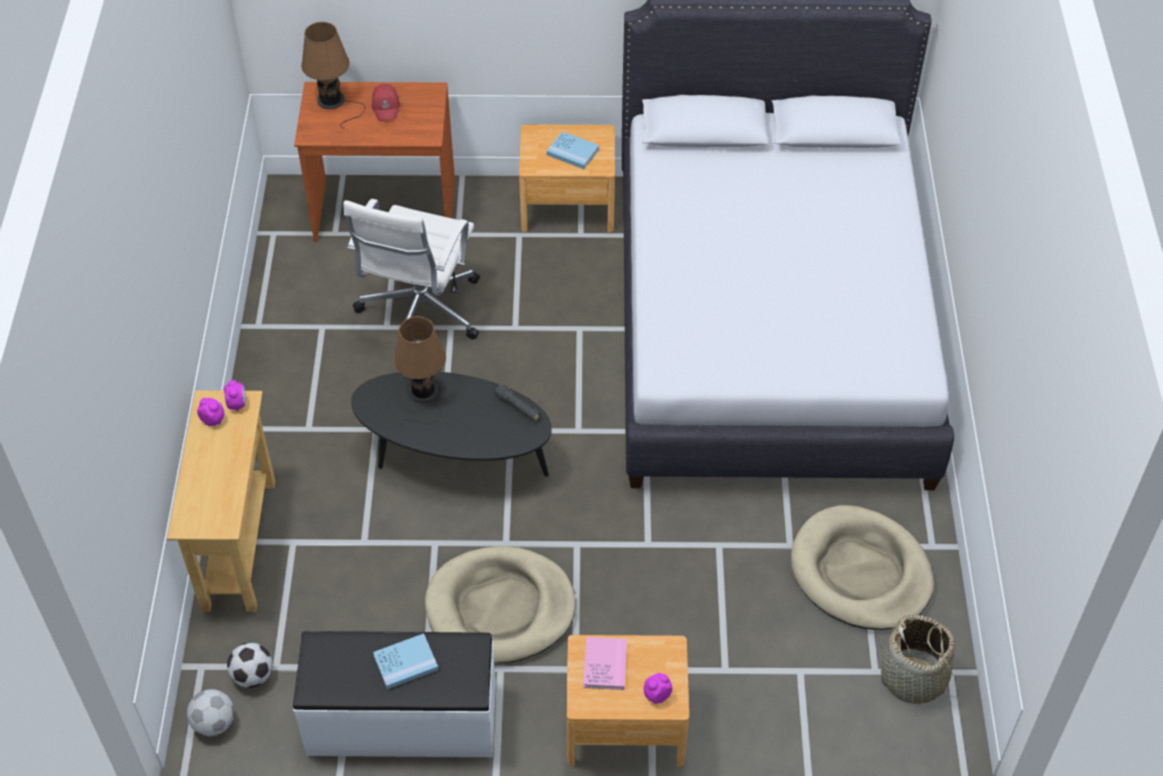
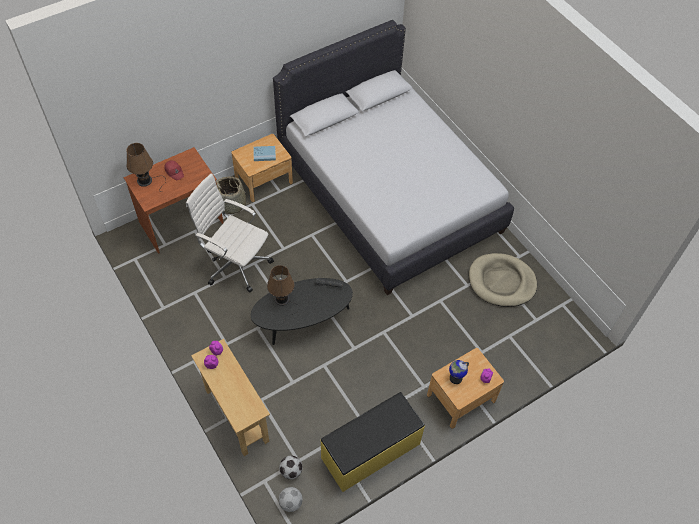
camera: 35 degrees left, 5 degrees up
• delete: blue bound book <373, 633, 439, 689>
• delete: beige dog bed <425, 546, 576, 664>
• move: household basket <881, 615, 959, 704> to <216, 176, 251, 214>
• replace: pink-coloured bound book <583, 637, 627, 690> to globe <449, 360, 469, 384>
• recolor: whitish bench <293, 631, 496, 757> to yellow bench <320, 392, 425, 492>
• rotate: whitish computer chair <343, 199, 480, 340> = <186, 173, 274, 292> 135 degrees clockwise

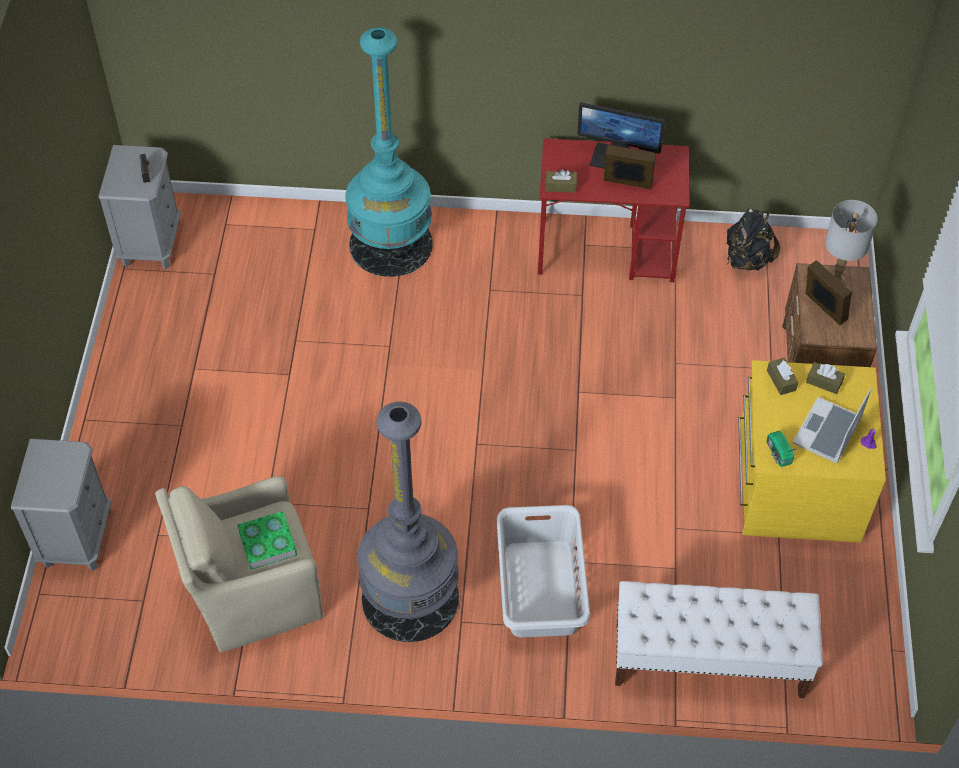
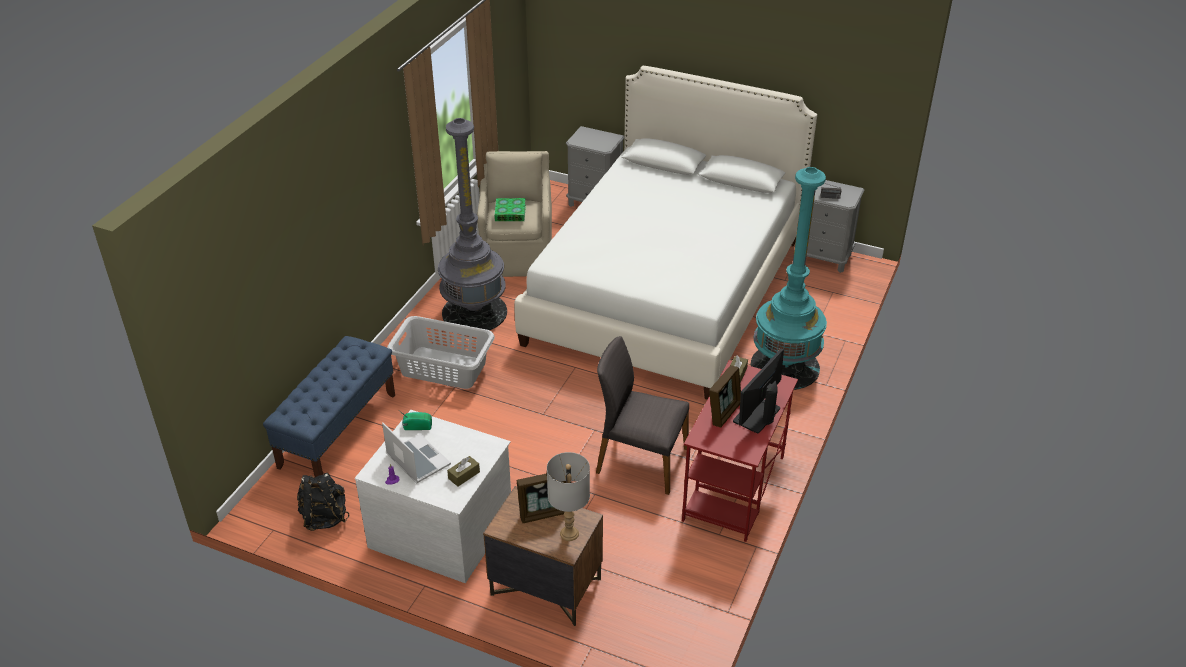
camera: 110 degrees right, 15 degrees down
• delete: brown tissue holder <767, 358, 798, 395>
• insert: whitish sleeping bed <514, 66, 817, 400>
• insert: grey chair <596, 336, 689, 495>
• move: blackish rucksack <727, 209, 780, 270> to <297, 473, 350, 531>
• recolor: whitish bench <615, 581, 823, 698> to blue bench <263, 336, 395, 477>
• recolor: yellow chest of drawers <738, 360, 886, 543> to whitish chest of drawers <355, 410, 511, 583>

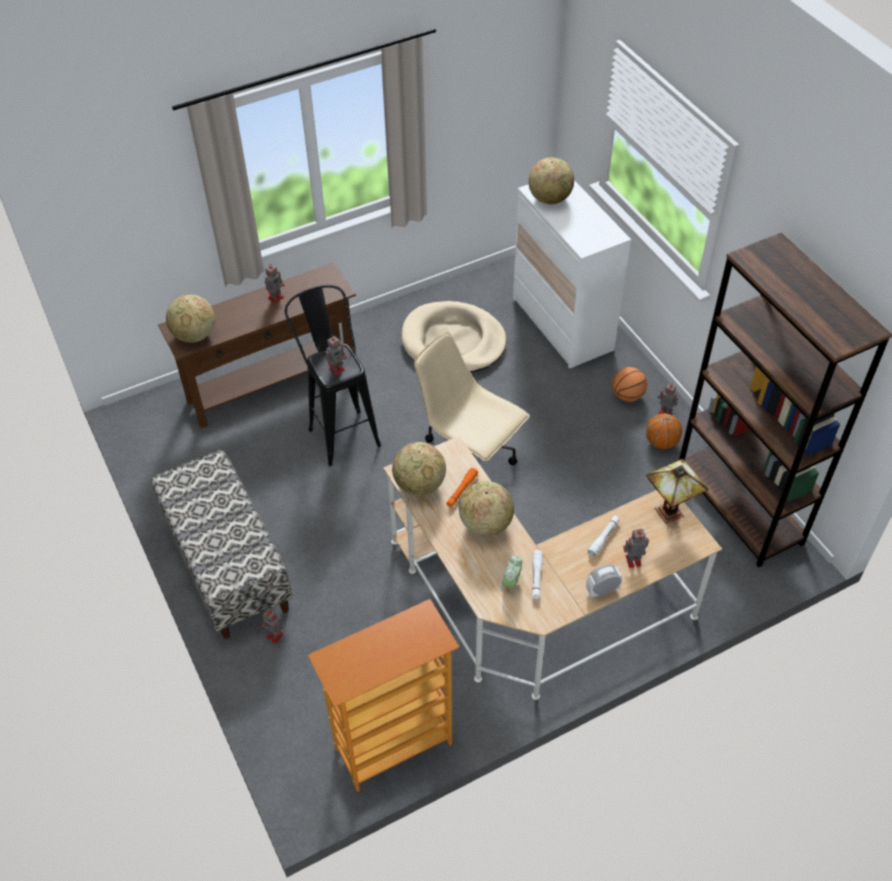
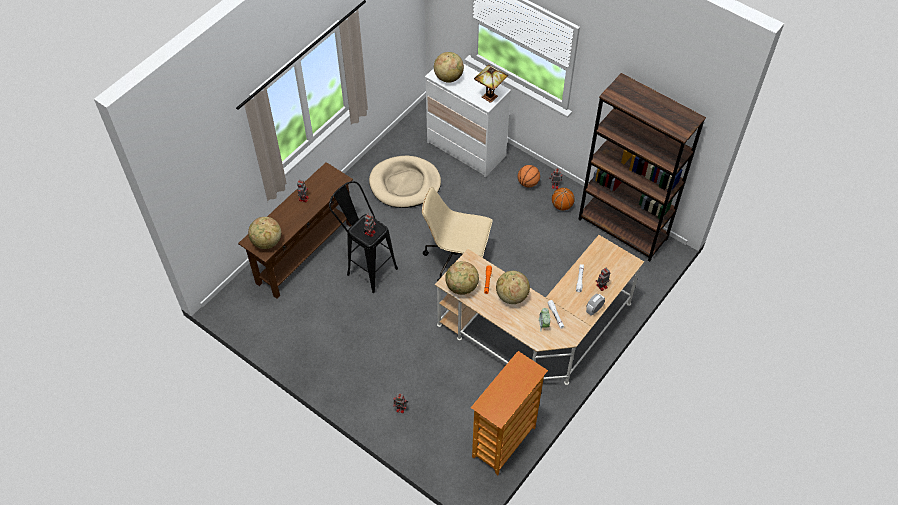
camera: 25 degrees left, 5 degrees up
• delete: bench <151, 450, 293, 639>
• move: lamp for a table <646, 459, 709, 524> to <474, 65, 508, 103>

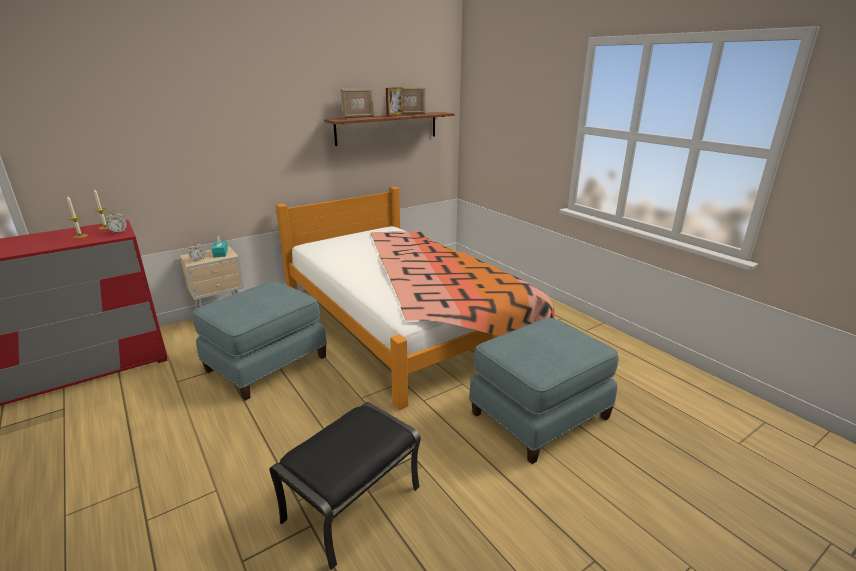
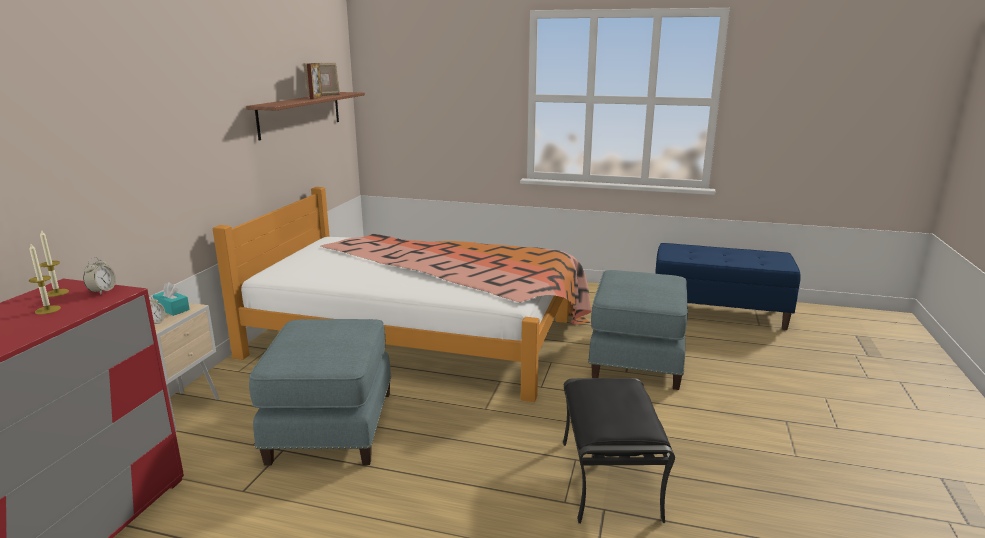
camera: 40 degrees left, 5 degrees down
• delete: picture frame <341, 88, 374, 119>
• insert: blue bench <655, 243, 801, 330>

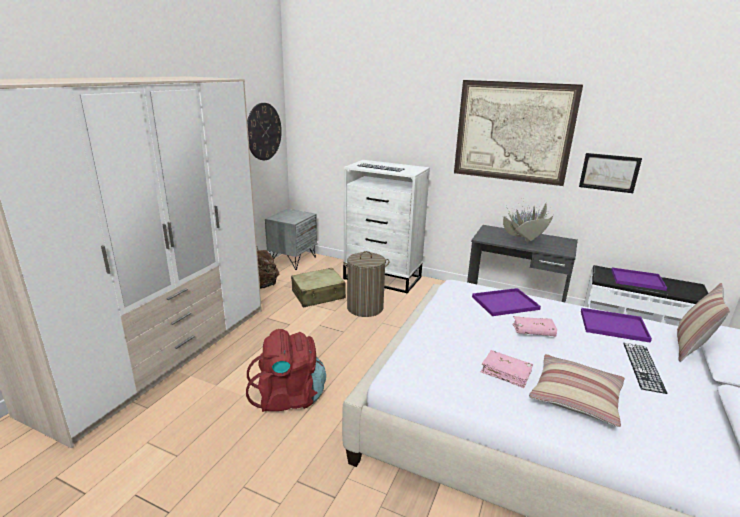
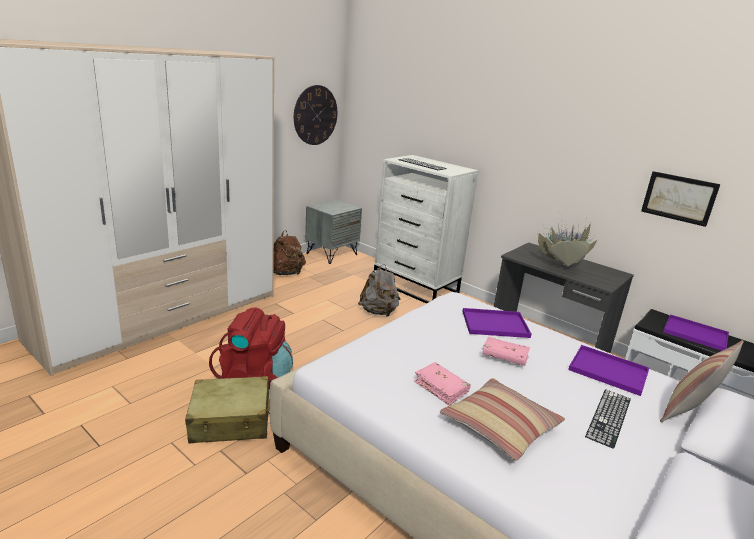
camera: 15 degrees right, 0 degrees up
• delete: wall picture <454, 80, 583, 186>
• move: beige travel case <291, 268, 346, 308> to <185, 376, 270, 444>
• replace: hamper <343, 251, 390, 317> to grey rucksack <358, 264, 401, 316>

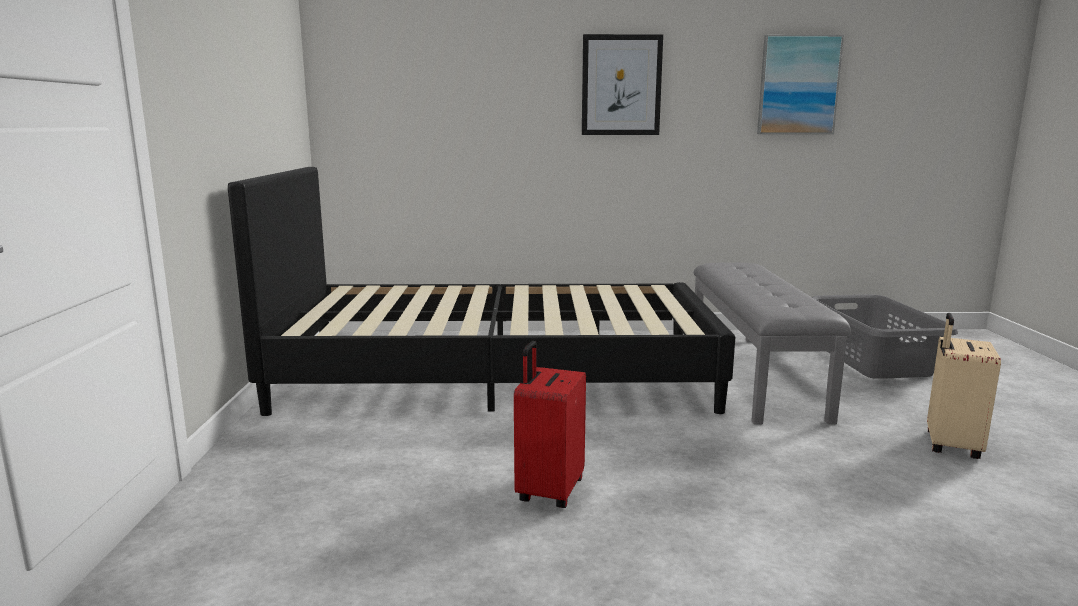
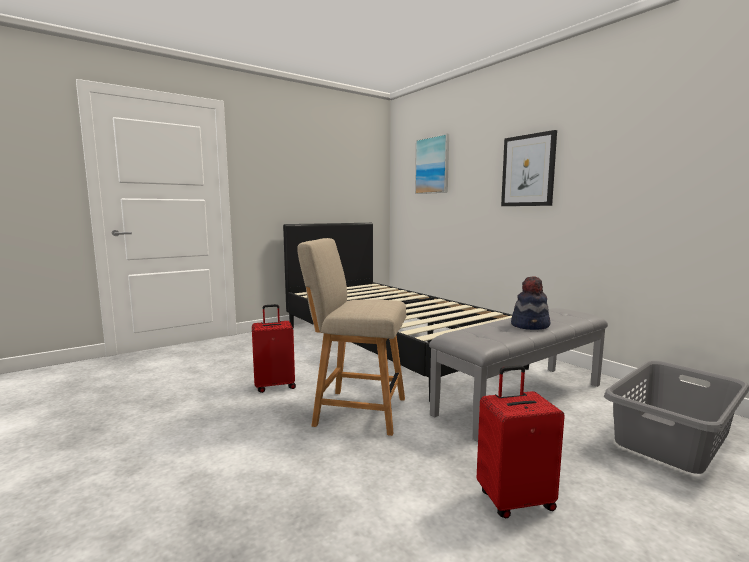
camera: 55 degrees right, 5 degrees down
• insert: beige chair <297, 238, 406, 436>
• insert: hat <511, 276, 550, 330>
• move: wall picture <757, 35, 844, 134> to <415, 134, 449, 194>
• recolor: beige travel case <927, 313, 1001, 459> to red travel case <477, 366, 565, 519>

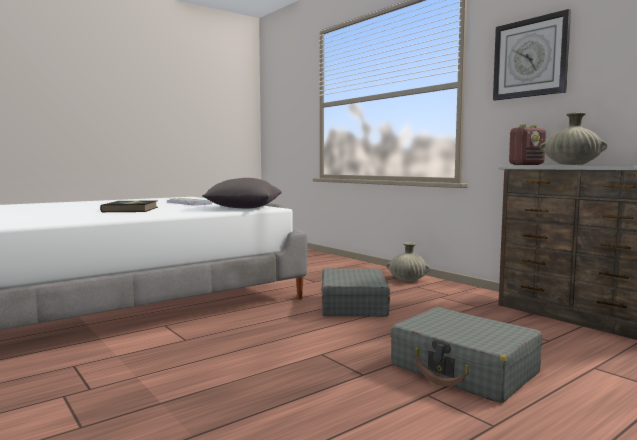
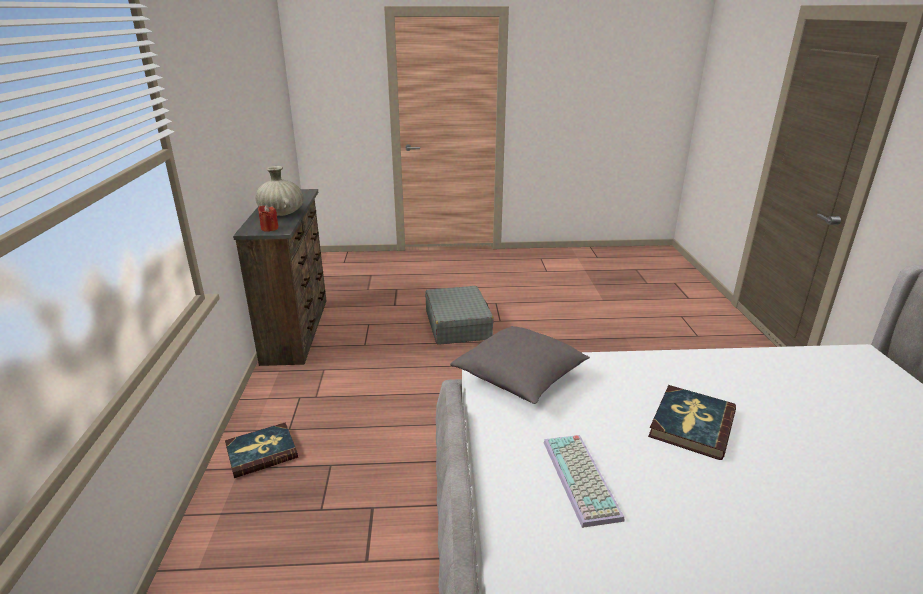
camera: 145 degrees left, 20 degrees up
• delete: grey travel case <321, 268, 390, 317>
• delete: wall clock <493, 9, 571, 101>
• replace: beige vase <386, 242, 430, 281> to bound book <225, 423, 298, 478>
• replace: radio set <509, 124, 546, 165> to red wax candle <258, 205, 279, 232>

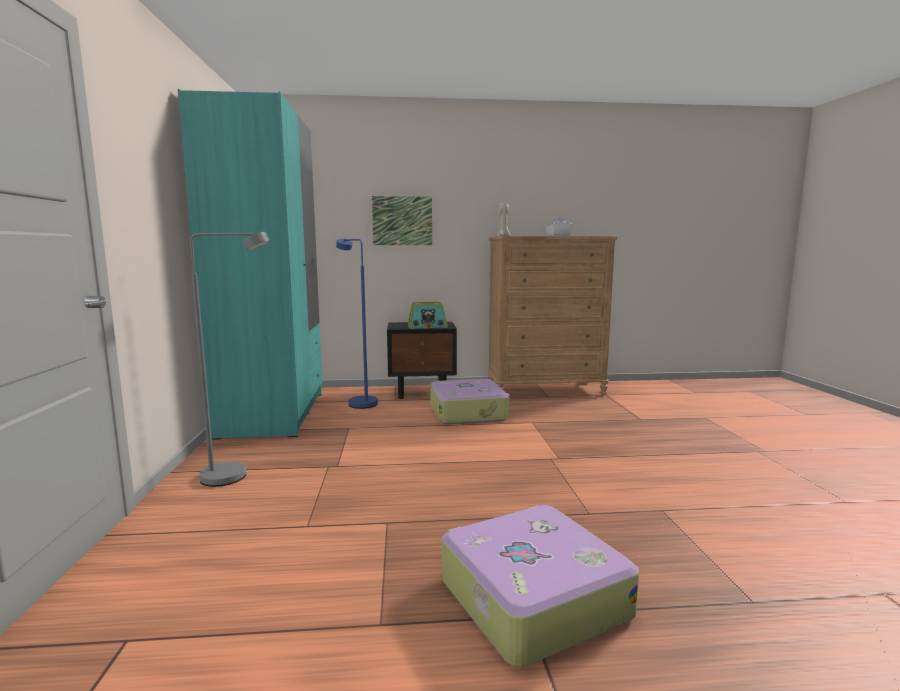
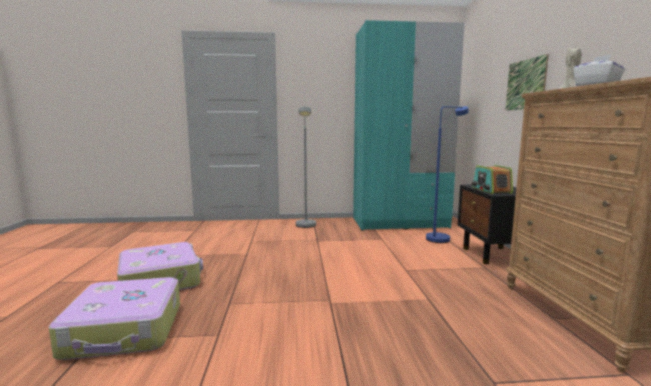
camera: 90 degrees right, 0 degrees up
• move: travel case <430, 379, 510, 424> to <49, 277, 180, 360>

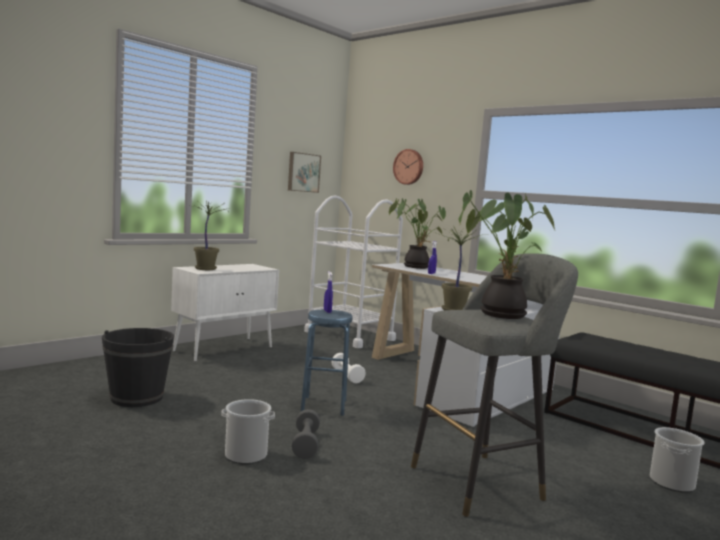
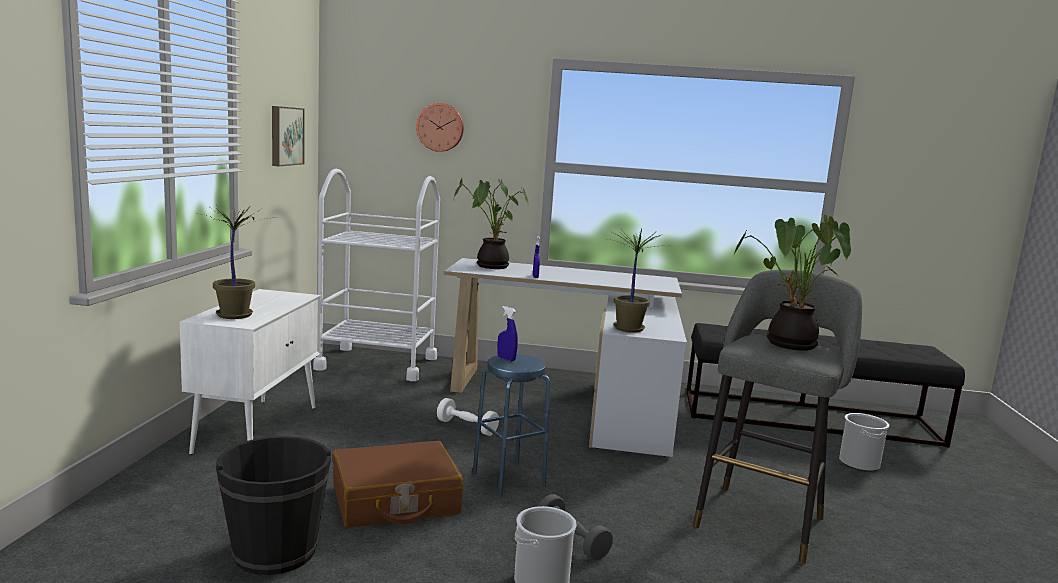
camera: 35 degrees left, 5 degrees up
• insert: brown travel case <333, 441, 463, 527>

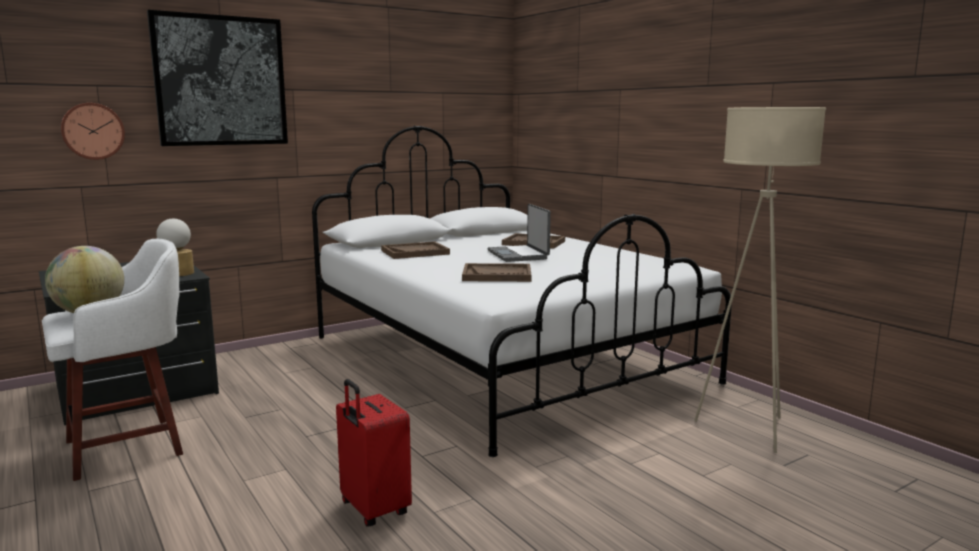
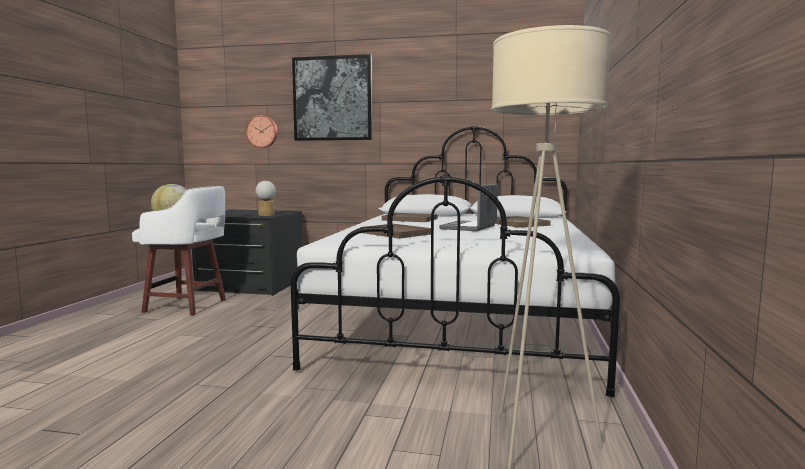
camera: 45 degrees right, 5 degrees down
• delete: red travel case <336, 379, 412, 527>

